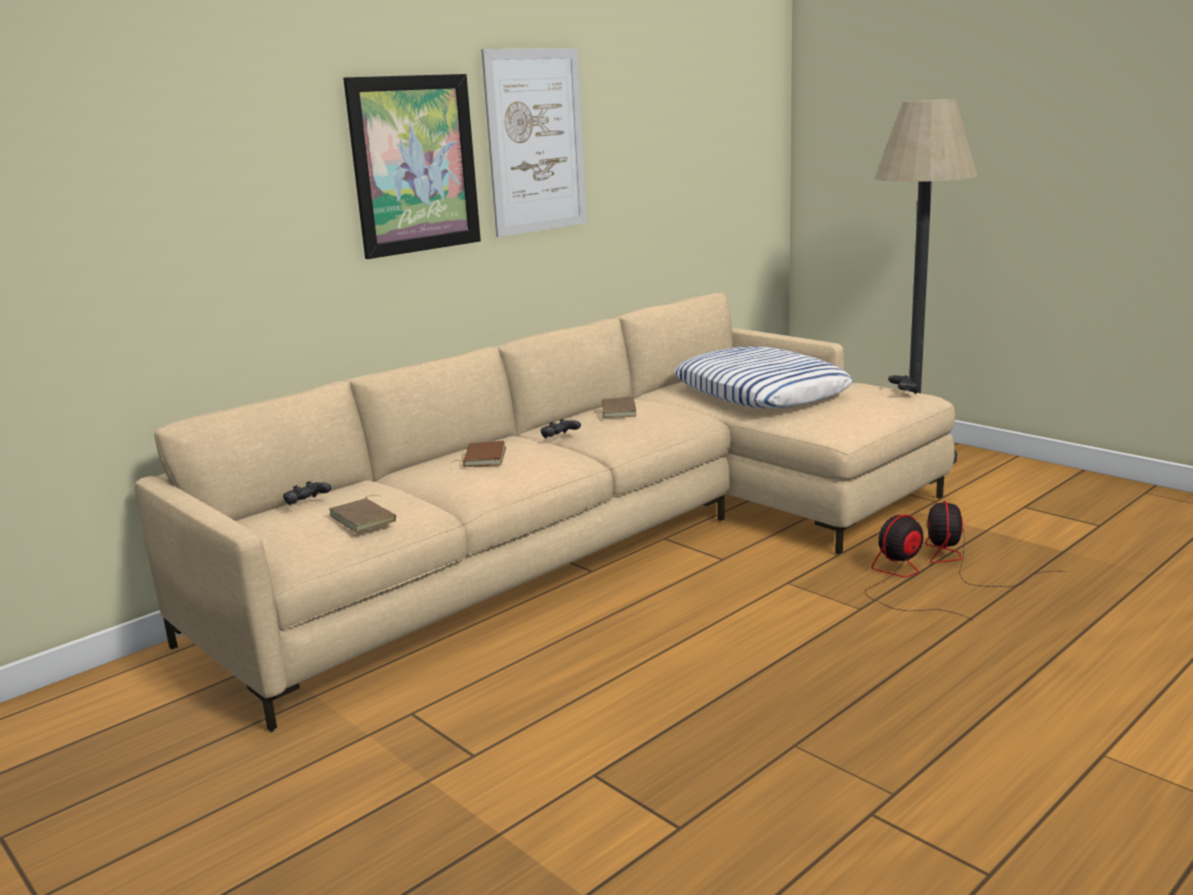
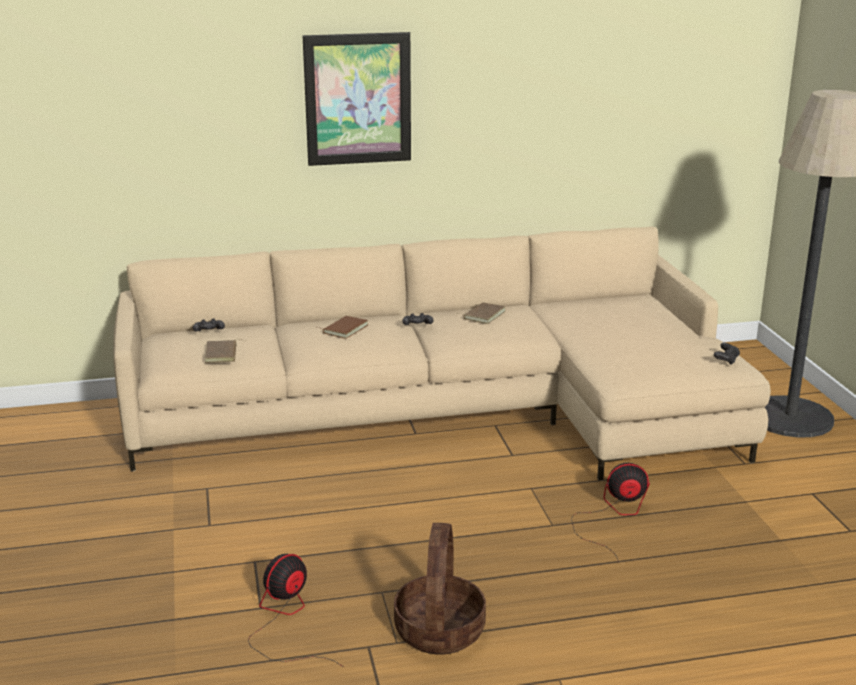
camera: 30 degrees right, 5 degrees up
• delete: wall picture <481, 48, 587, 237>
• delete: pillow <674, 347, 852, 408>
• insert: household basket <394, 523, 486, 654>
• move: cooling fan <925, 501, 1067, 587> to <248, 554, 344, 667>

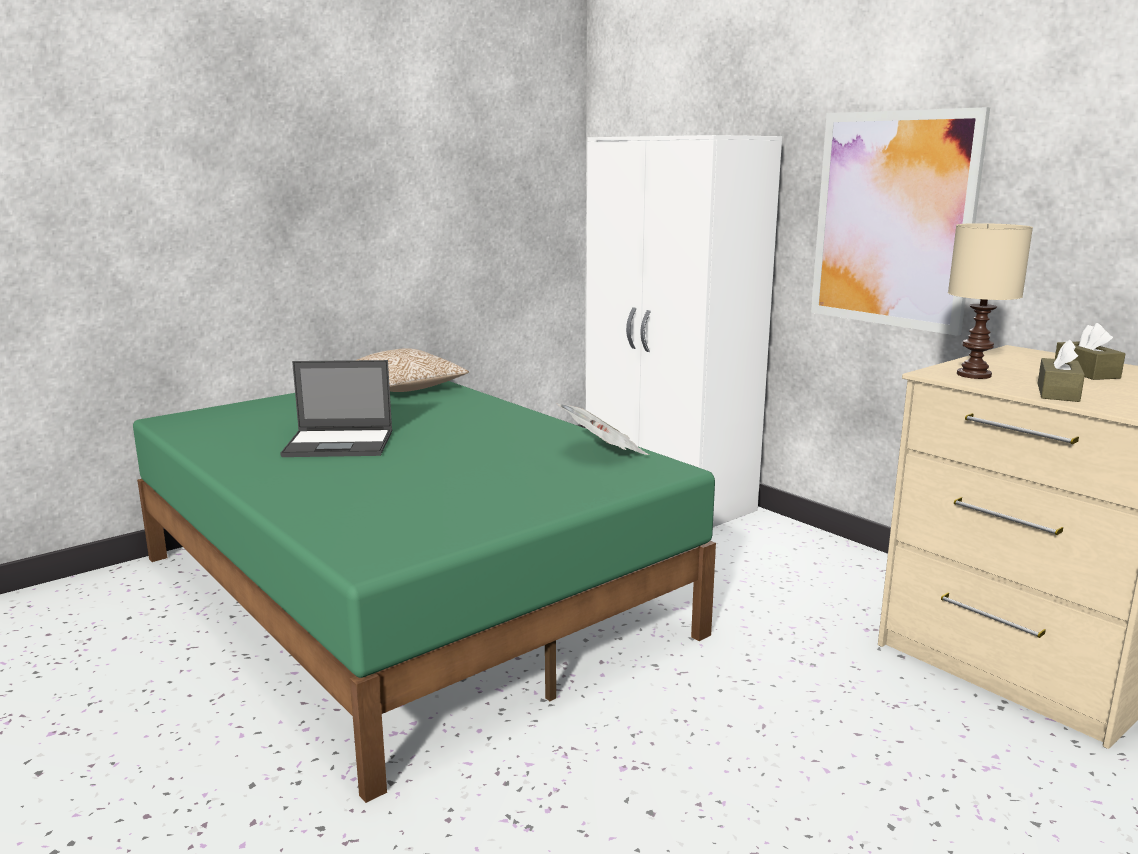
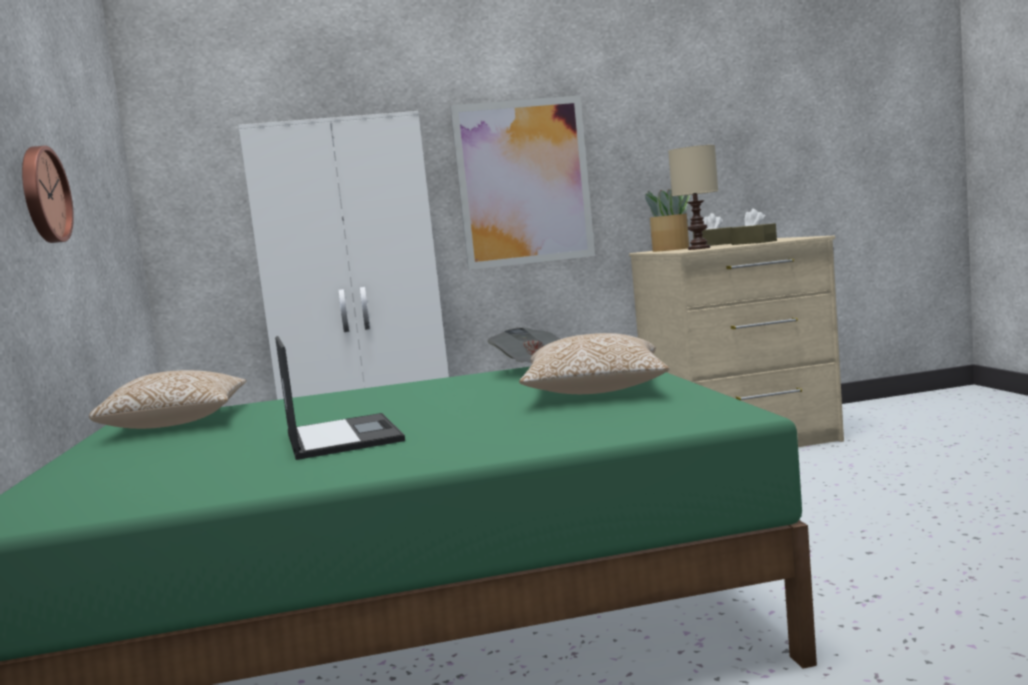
camera: 60 degrees left, 10 degrees down
• insert: wall clock <22, 146, 74, 243>
• insert: pillow <519, 333, 670, 394>
• insert: houseplant <645, 189, 690, 252>
• rotate: notebook computer <280, 360, 392, 457> = <275, 336, 405, 460> 45 degrees counterclockwise

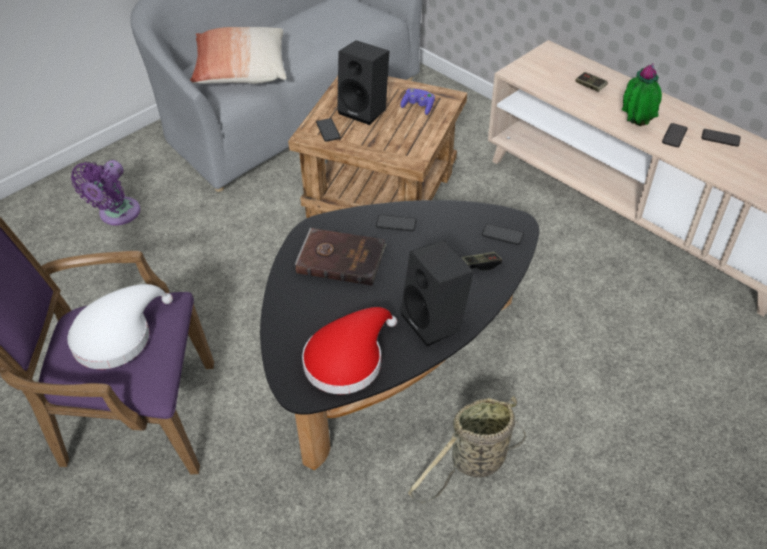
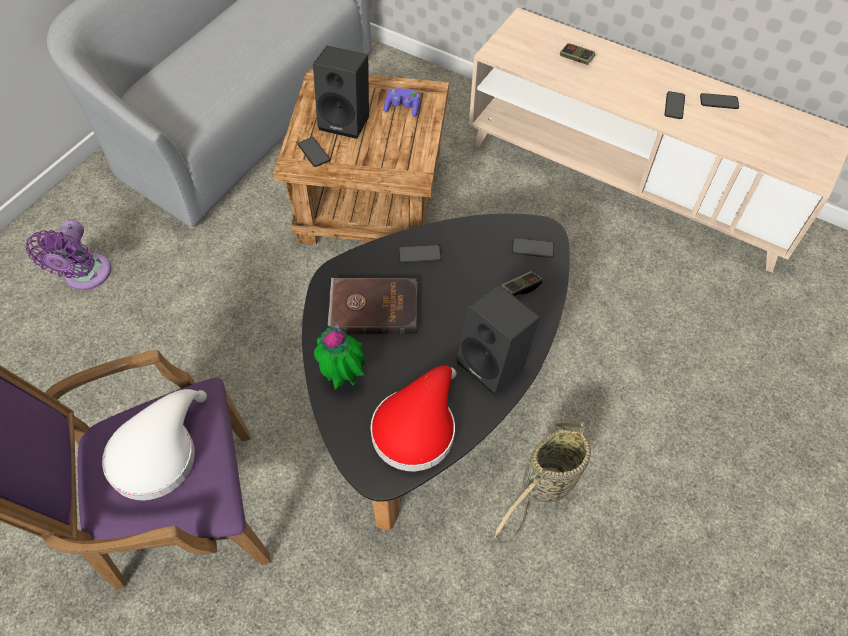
camera: 15 degrees left, 10 degrees up
• delete: pillow <190, 27, 287, 84>
• move: houseplant <622, 63, 662, 126> to <314, 324, 366, 389>

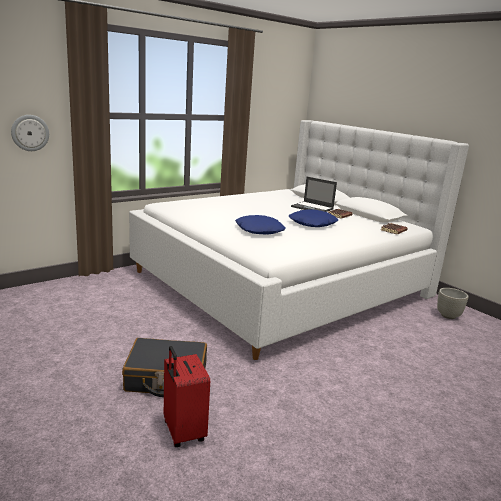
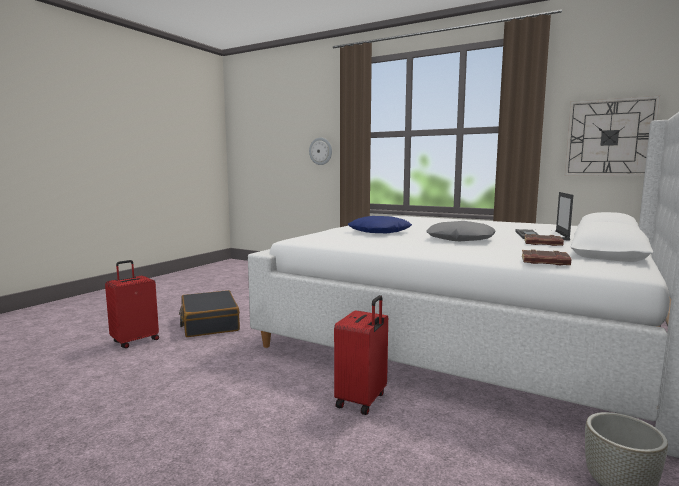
camera: 70 degrees right, 10 degrees down
• insert: red travel case <334, 295, 388, 415>
• insert: wall clock <565, 96, 660, 176>
• recolor: blue pillow <288, 209, 338, 227> to grey pillow <426, 221, 495, 241>

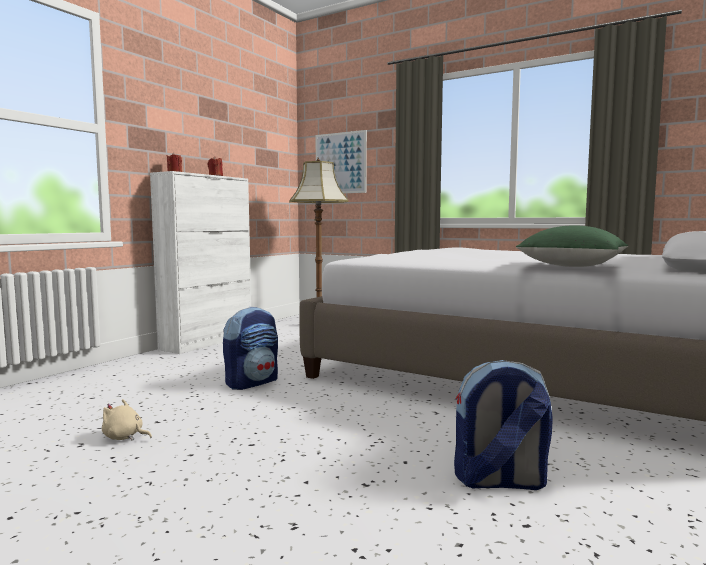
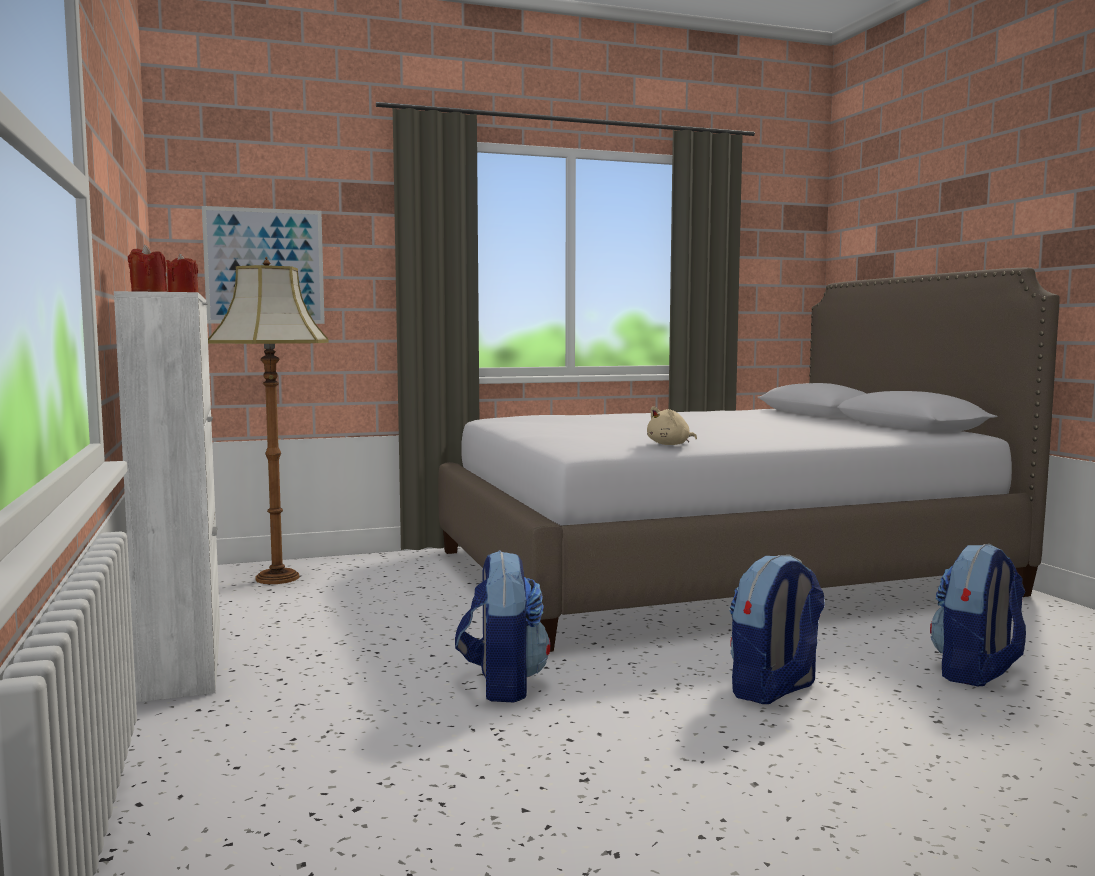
camera: 50 degrees left, 0 degrees up
• delete: green-coloured pillow <516, 225, 628, 267>
• insert: rucksack <730, 555, 825, 704>
• move: beige plush toy <102, 399, 152, 440> to <647, 406, 697, 445>

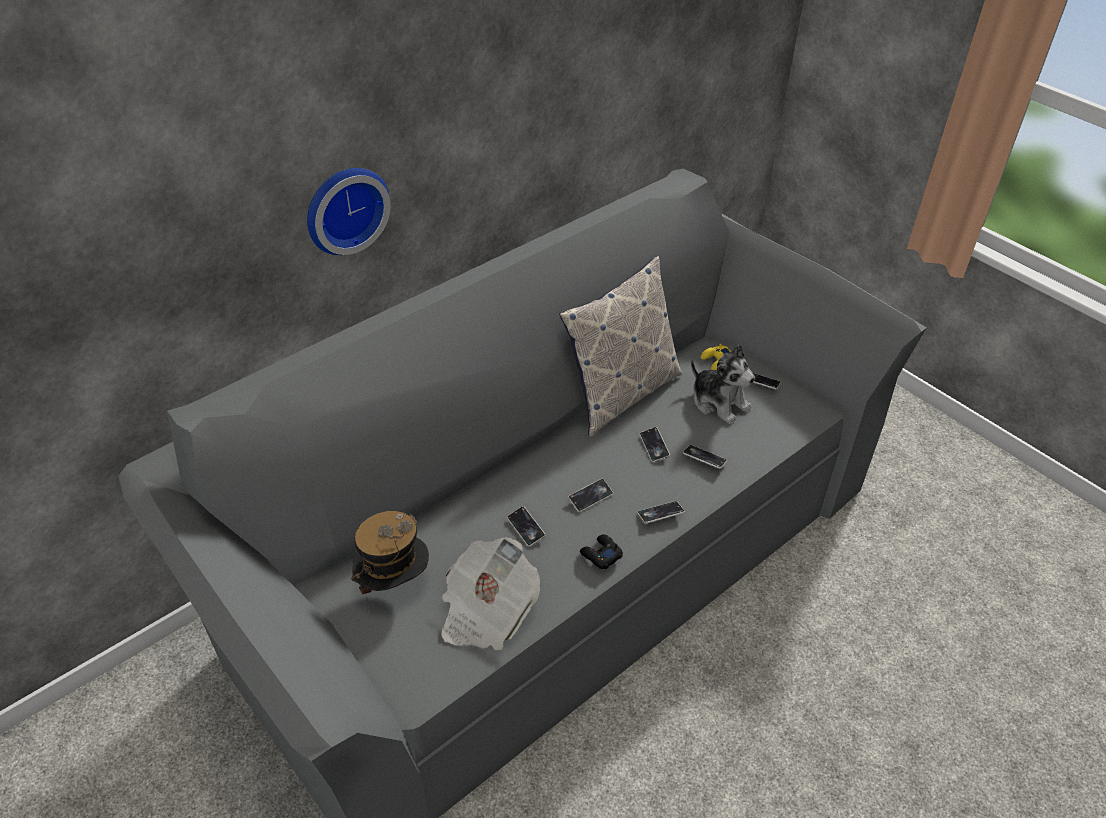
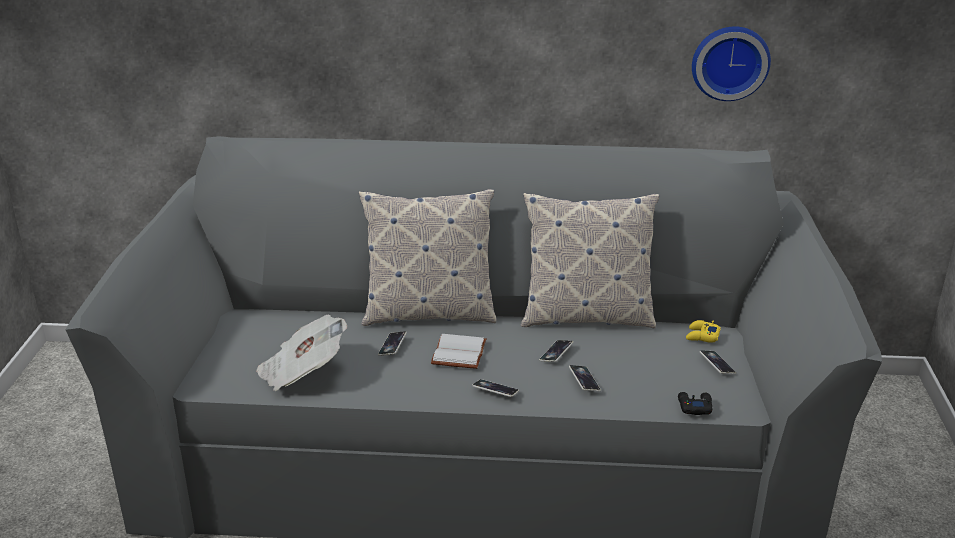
camera: 45 degrees right, 15 degrees down
• delete: hat <351, 511, 429, 611>
• delete: plush toy <691, 345, 755, 424>
• insert: pillow <359, 189, 496, 326>
• move: wall clock <307, 168, 390, 255> to <692, 26, 771, 101>
• move: blackish game controller <580, 534, 623, 569> to <678, 392, 712, 415>
• replace: handset <568, 479, 613, 512> to whitish bound book <431, 334, 487, 369>

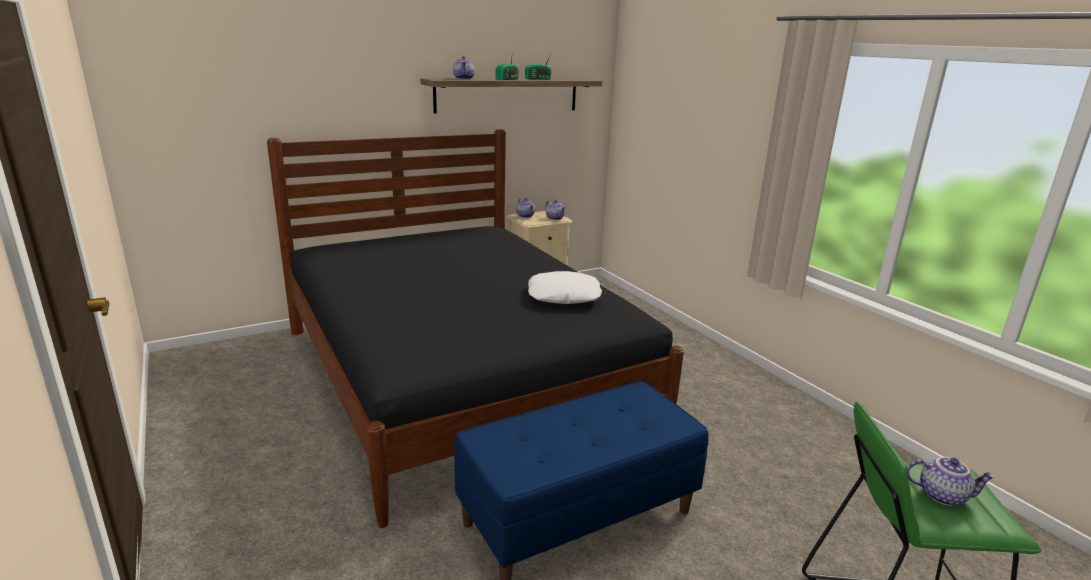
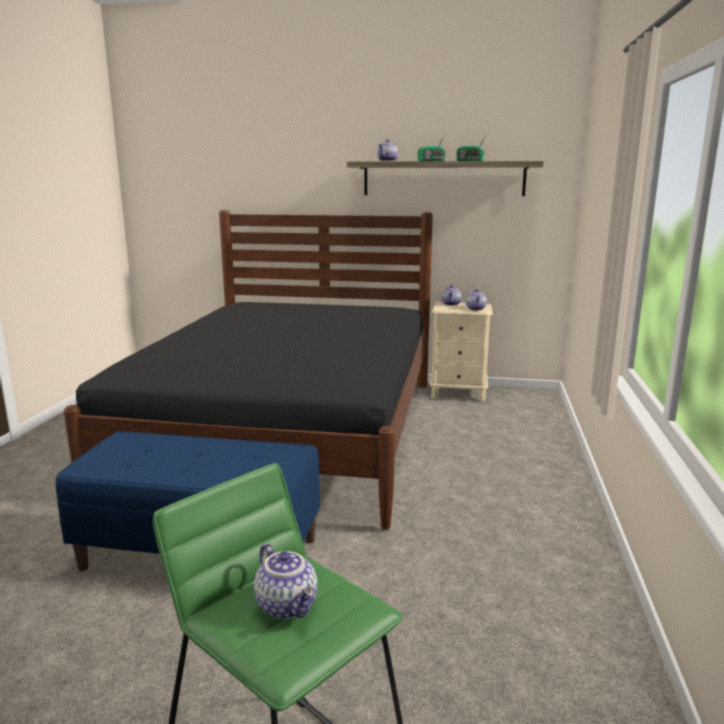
camera: 40 degrees right, 5 degrees down
• delete: whitish pillow <528, 271, 602, 304>

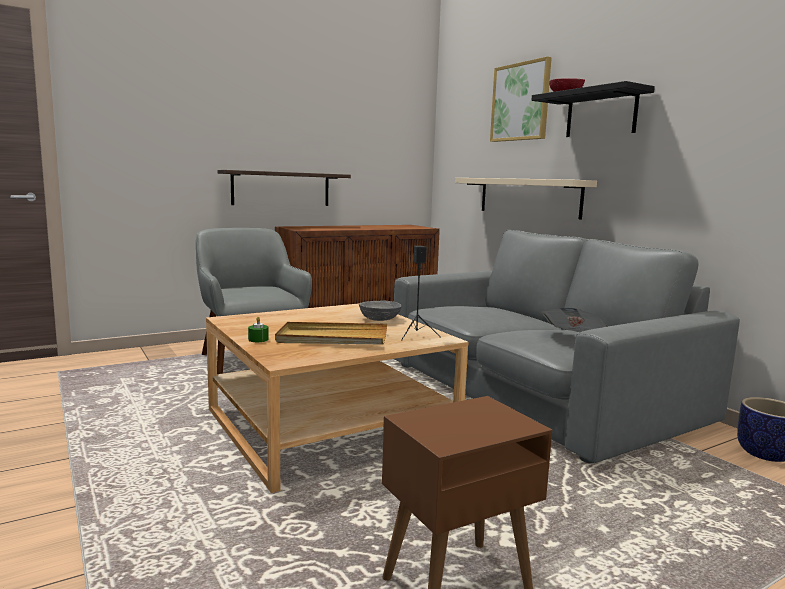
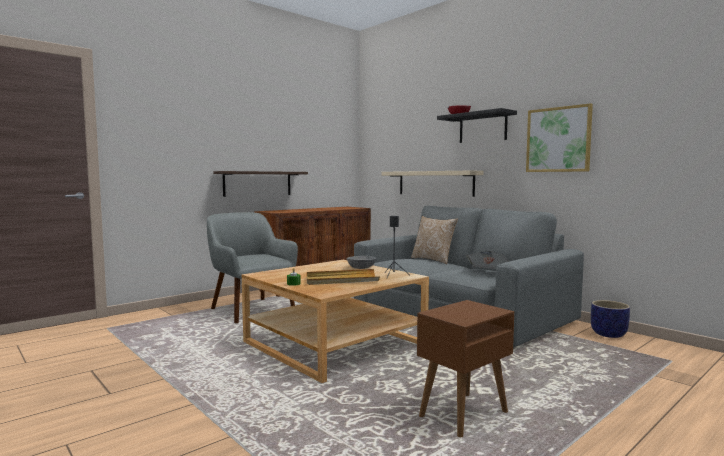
camera: 10 degrees left, 5 degrees down
• insert: pillow <411, 216, 458, 264>
• move: wall picture <490, 56, 552, 142> to <526, 103, 593, 172>

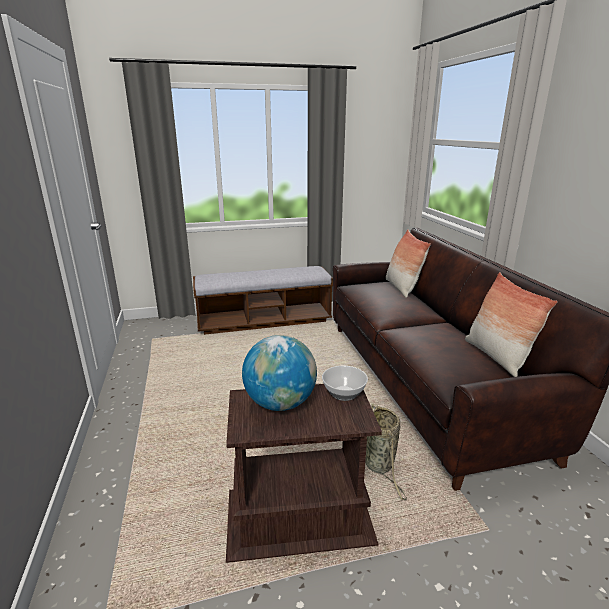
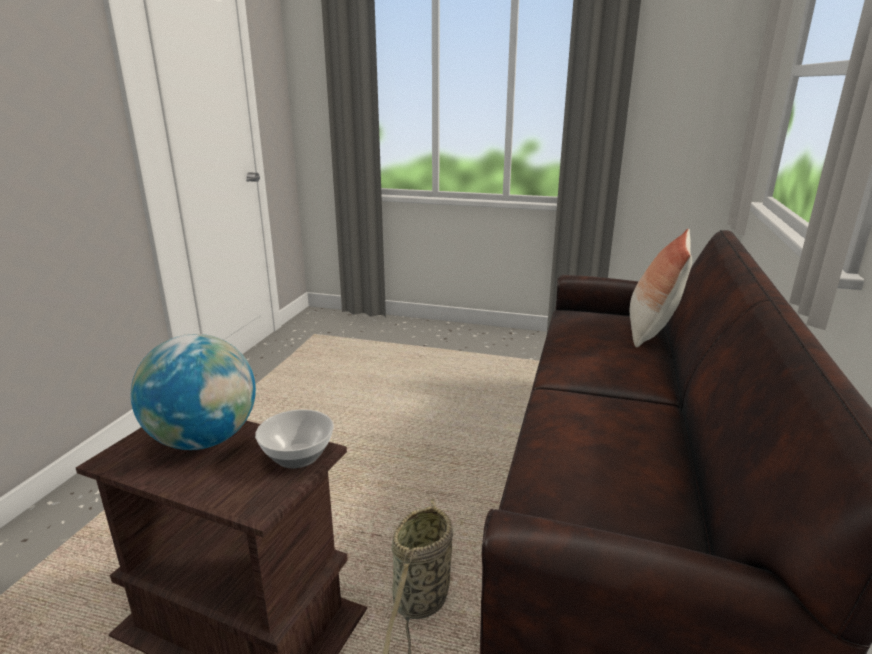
camera: 30 degrees right, 0 degrees up
• delete: bench <193, 266, 333, 335>
• delete: pillow <465, 272, 558, 377>

